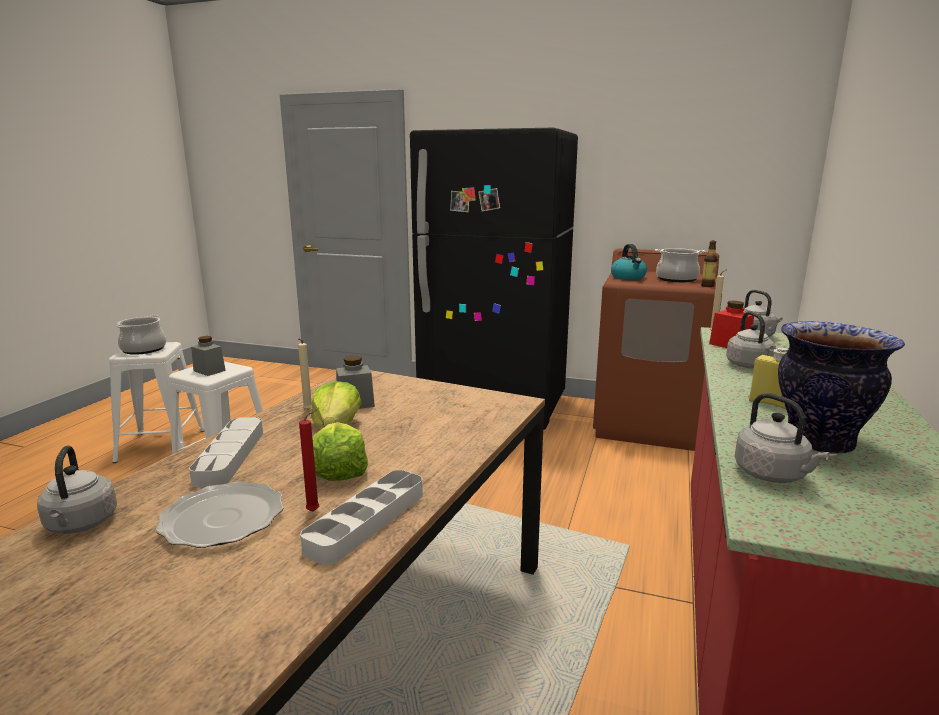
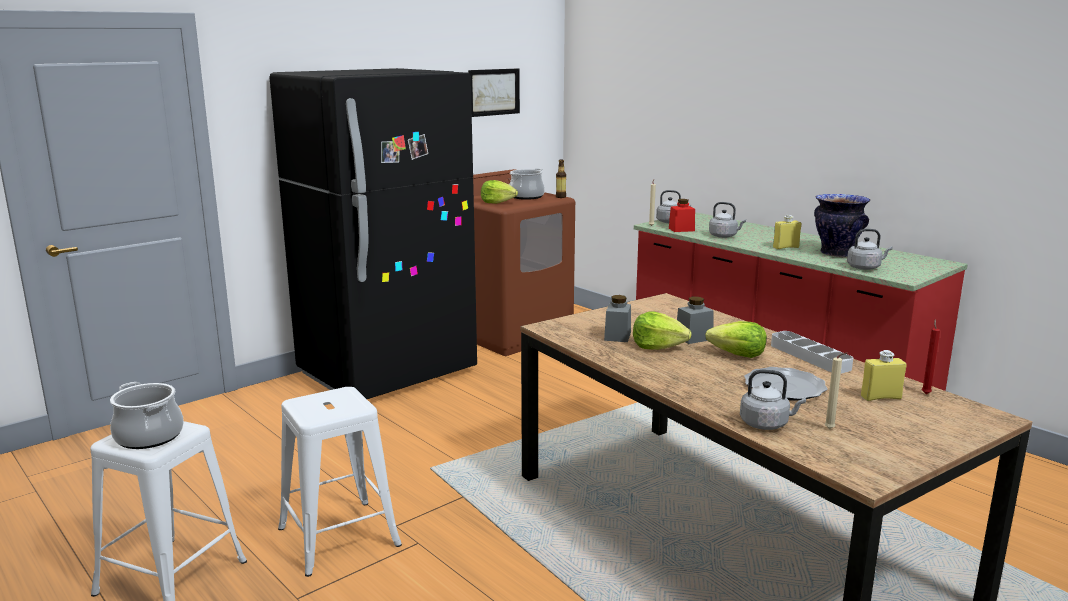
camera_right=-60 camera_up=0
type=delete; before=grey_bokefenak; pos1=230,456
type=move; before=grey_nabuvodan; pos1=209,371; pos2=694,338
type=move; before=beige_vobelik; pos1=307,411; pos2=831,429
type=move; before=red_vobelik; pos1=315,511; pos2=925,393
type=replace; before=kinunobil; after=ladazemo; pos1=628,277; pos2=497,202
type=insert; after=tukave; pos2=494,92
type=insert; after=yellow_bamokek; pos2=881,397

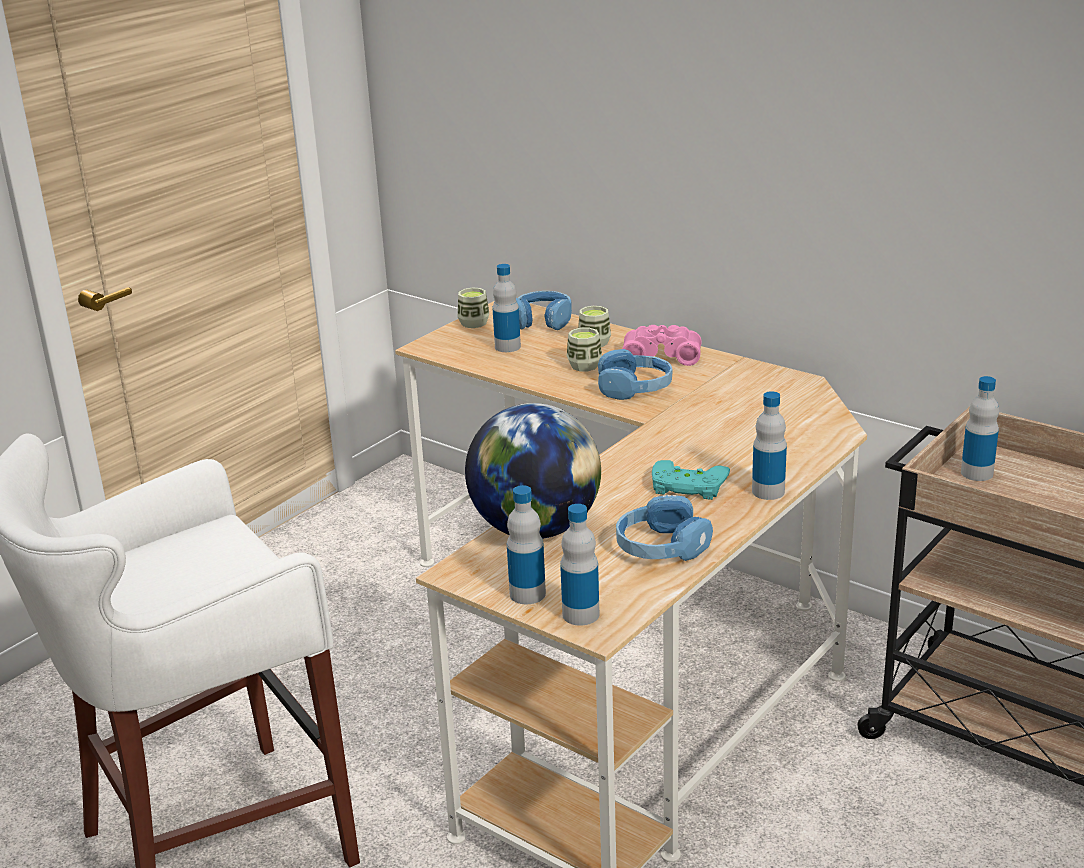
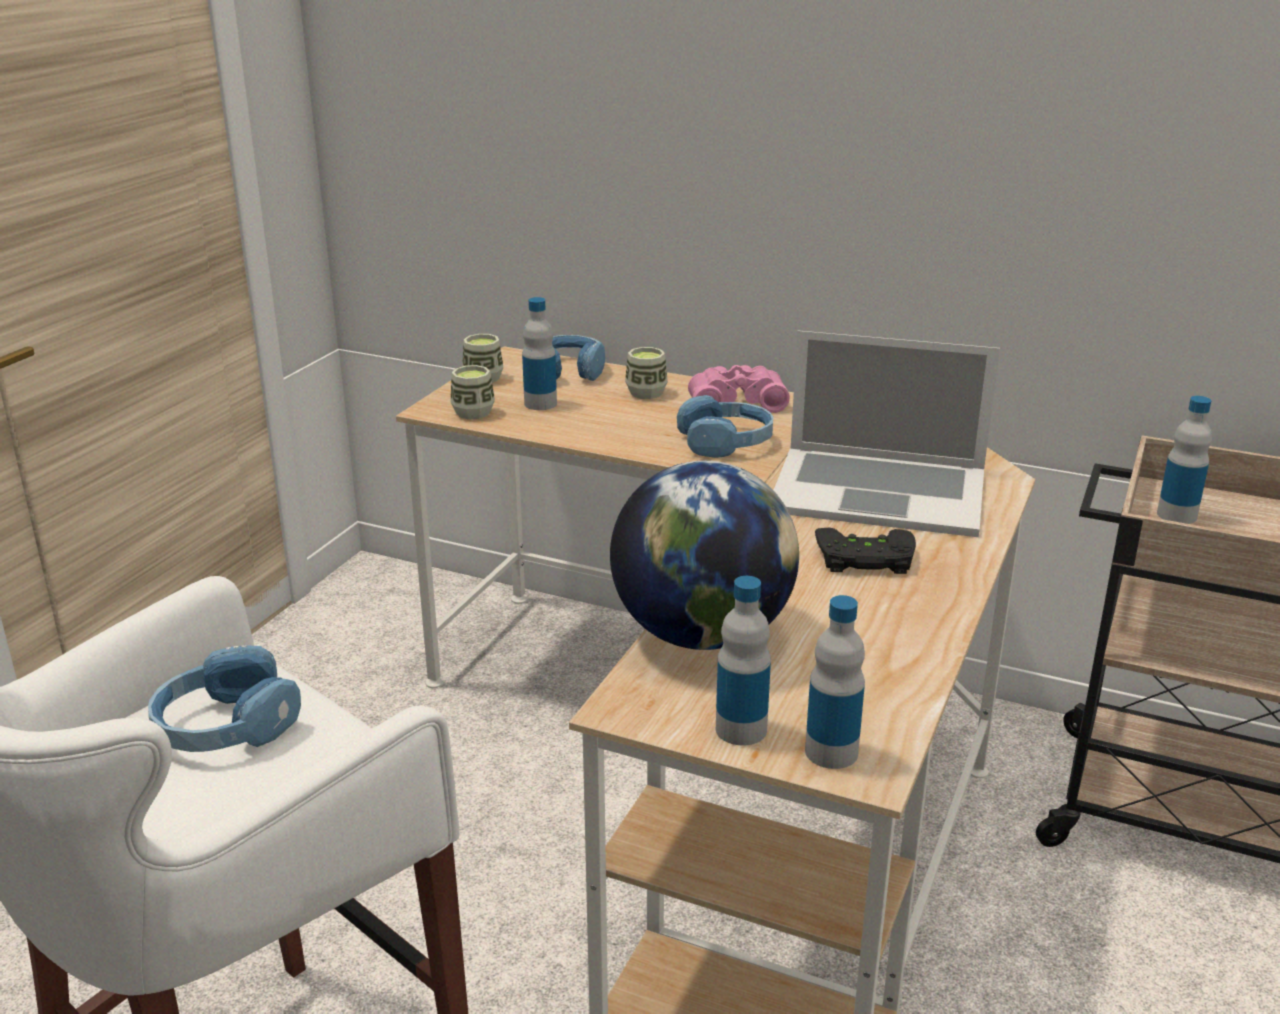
camera_right=-15 camera_up=0
type=move; before=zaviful; pos1=584,366; pos2=473,413
type=move; before=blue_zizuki; pos1=661,547; pos2=226,727
type=recolor; before=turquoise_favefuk; after=black_favefuk; pos1=687,486; pos2=864,559
type=delete; before=bamokek; pos1=768,491
type=insert; after=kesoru; pos2=879,491

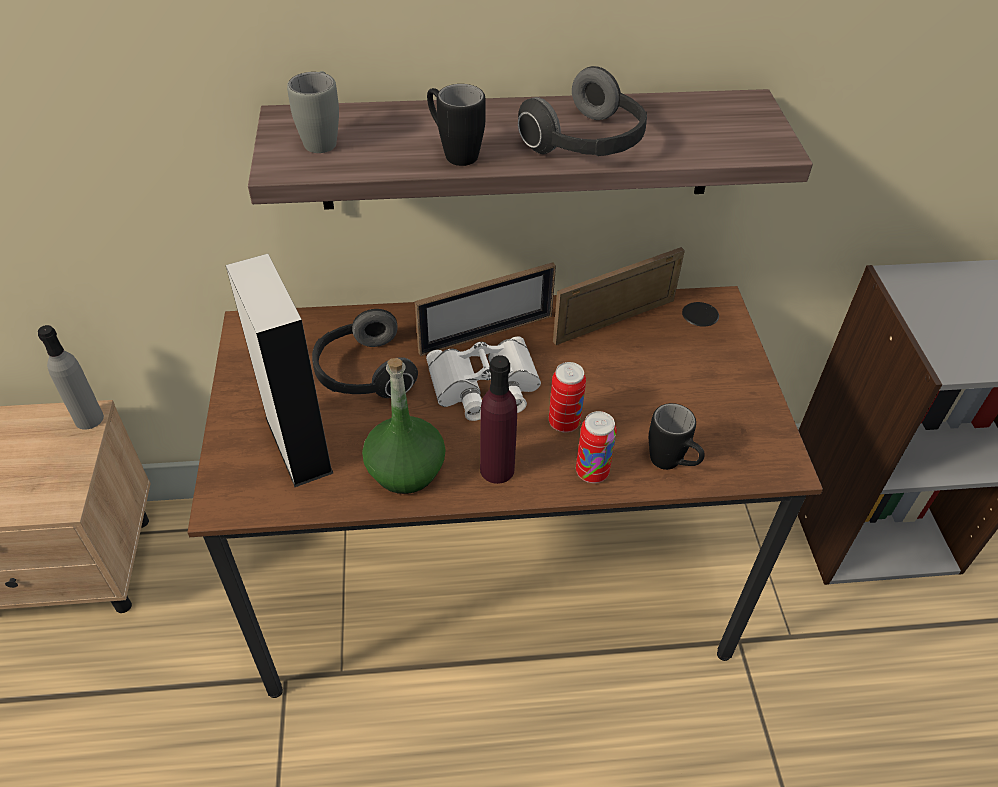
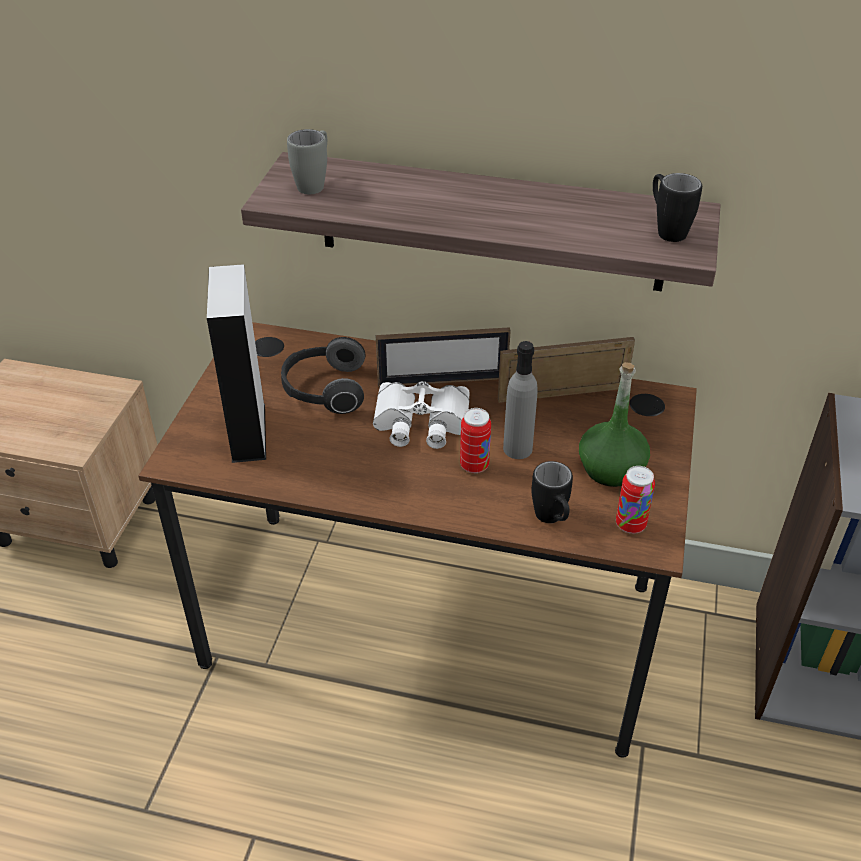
camera_right=20 camera_up=-5
type=move; before=grey_bamokek; pos1=89,419; pos2=517,448
type=move; before=green_bamokek; pos1=405,469; pos2=611,468
type=move; before=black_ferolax; pos1=453,152; pos2=666,229
type=delete; before=purple_bamokek; pos1=497,469
type=delete; before=zizuki; pos1=587,144
type=move; before=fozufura; pos1=592,472; pos2=630,525

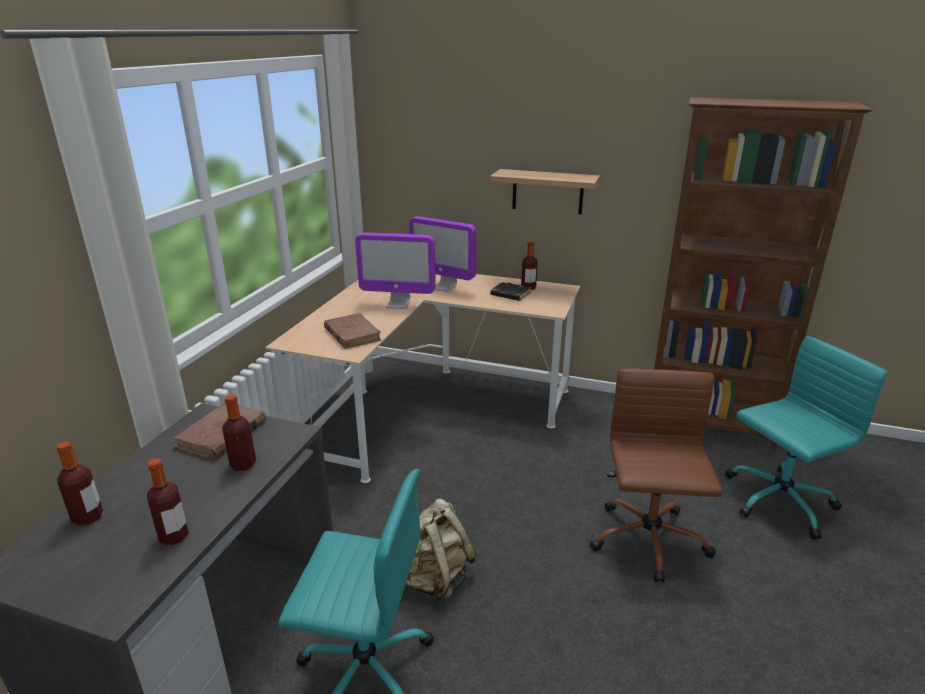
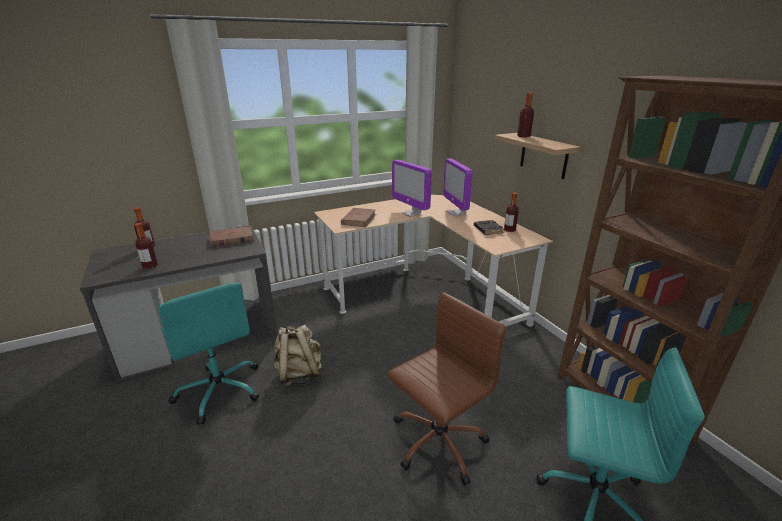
camera_right=45 camera_up=0
type=move; before=bamokek; pos1=243,464; pos2=523,136

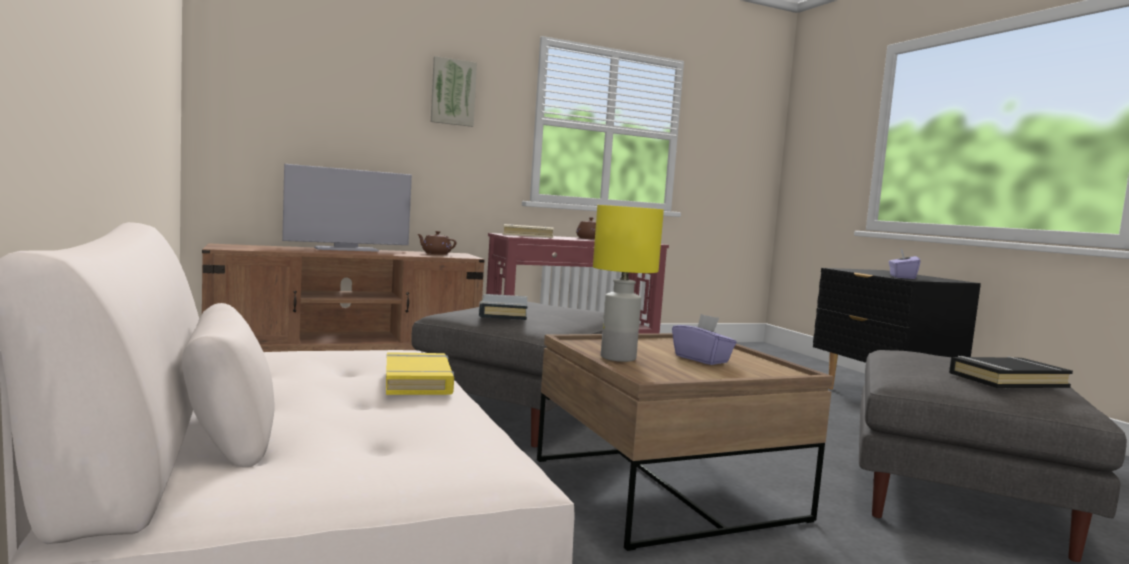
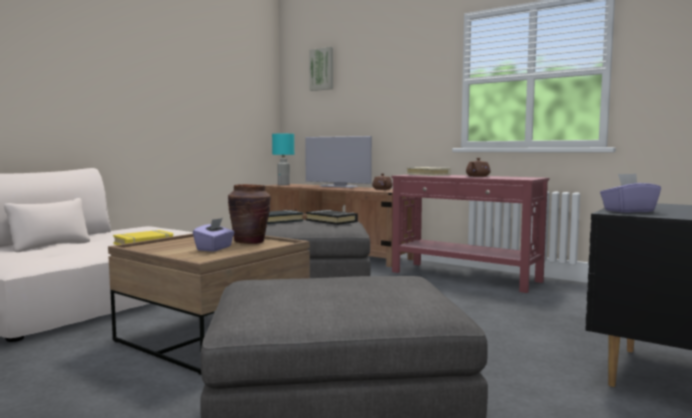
camera_right=60 camera_up=0
type=move; before=tukave; pos1=453,92; pos2=322,69
type=delete; before=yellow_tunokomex; pos1=617,358
type=move; before=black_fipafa; pos1=1007,380; pos2=332,221
type=insert; after=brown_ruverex; pos2=250,241
type=insert; after=turquoise_tunokomex; pos2=283,184

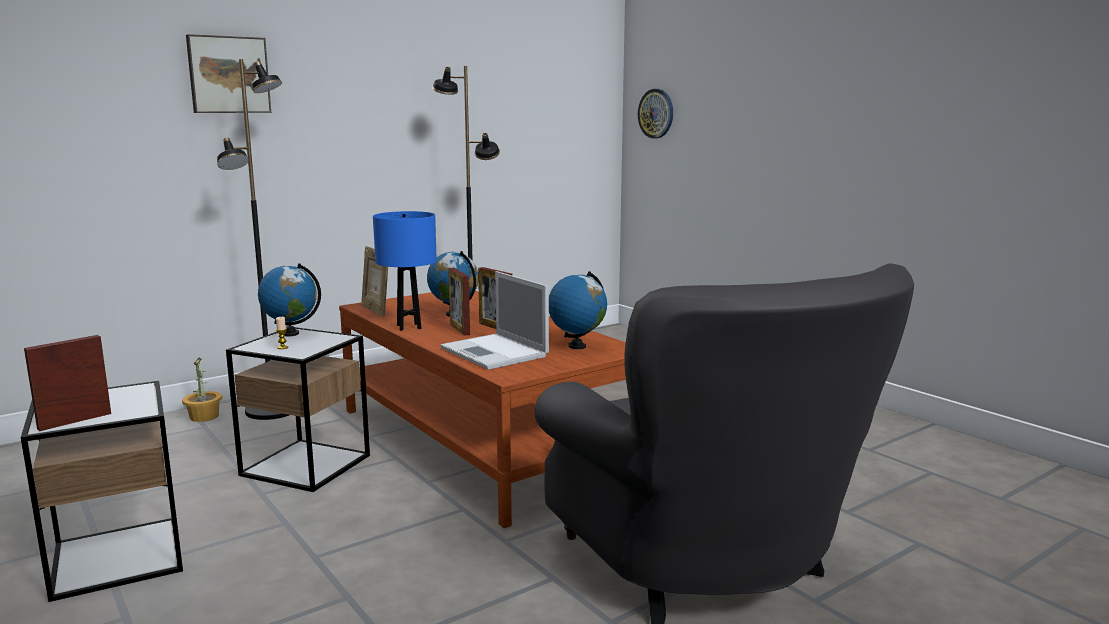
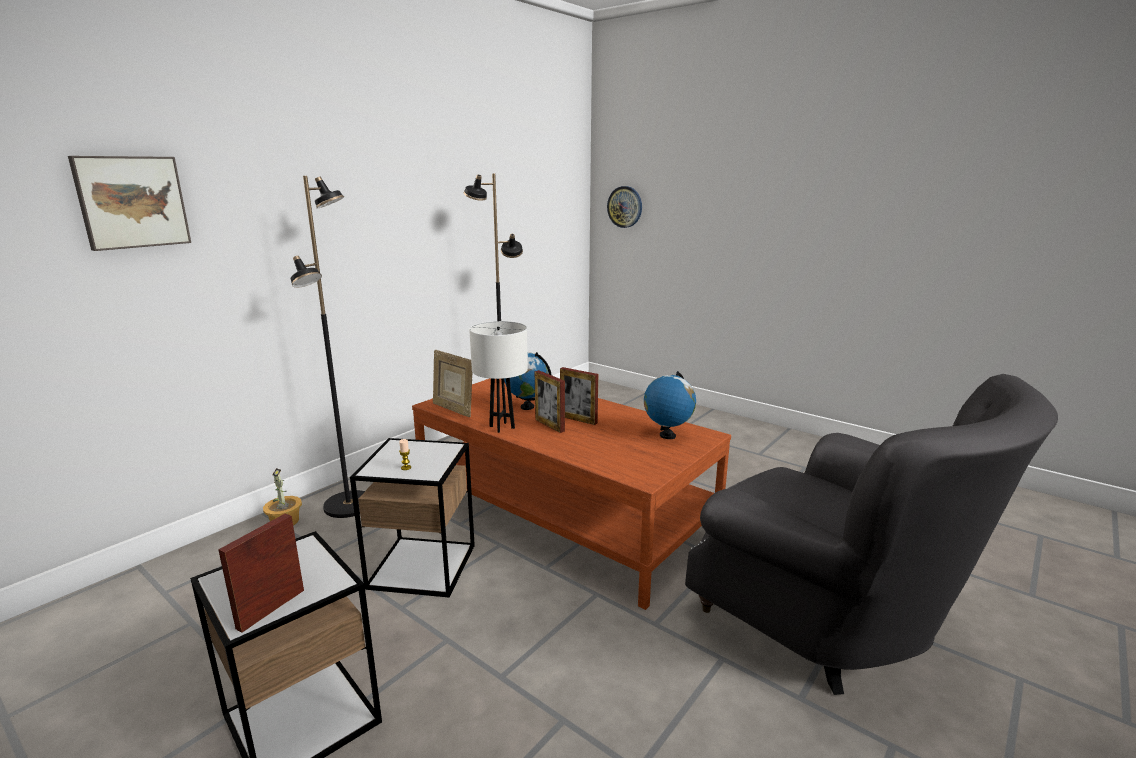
camera_right=-15 camera_up=5
type=move; before=tukave; pos1=228,75; pos2=131,202
type=delete; before=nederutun; pos1=290,333
type=recolor; before=blue_tunokomex; after=white_tunokomex; pos1=409,327; pos2=502,427
type=delete; before=kesoru; pos1=495,352

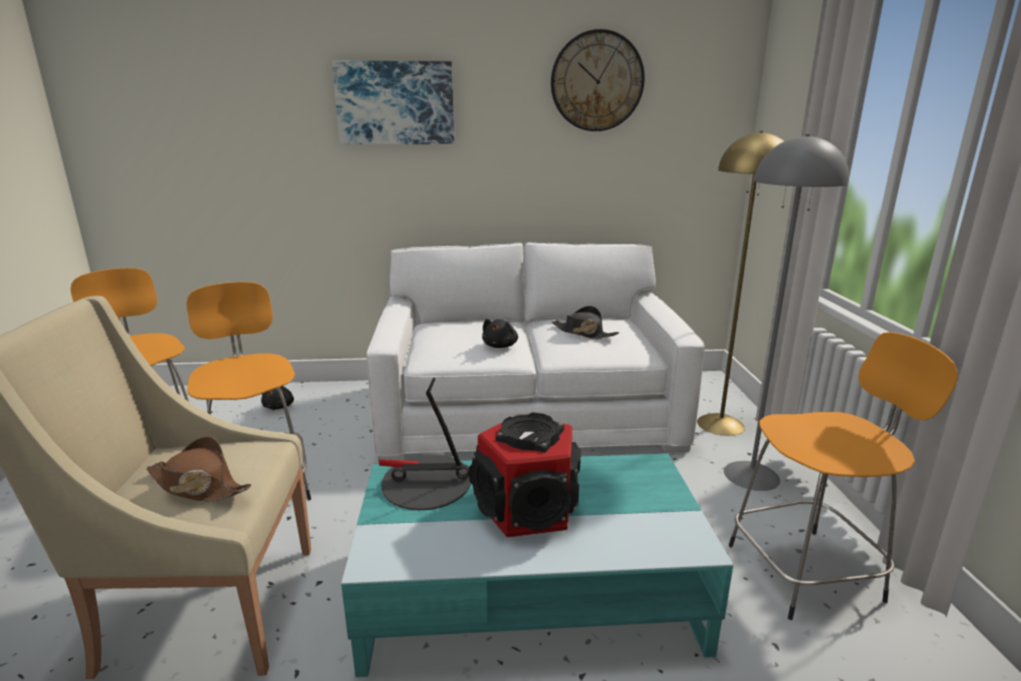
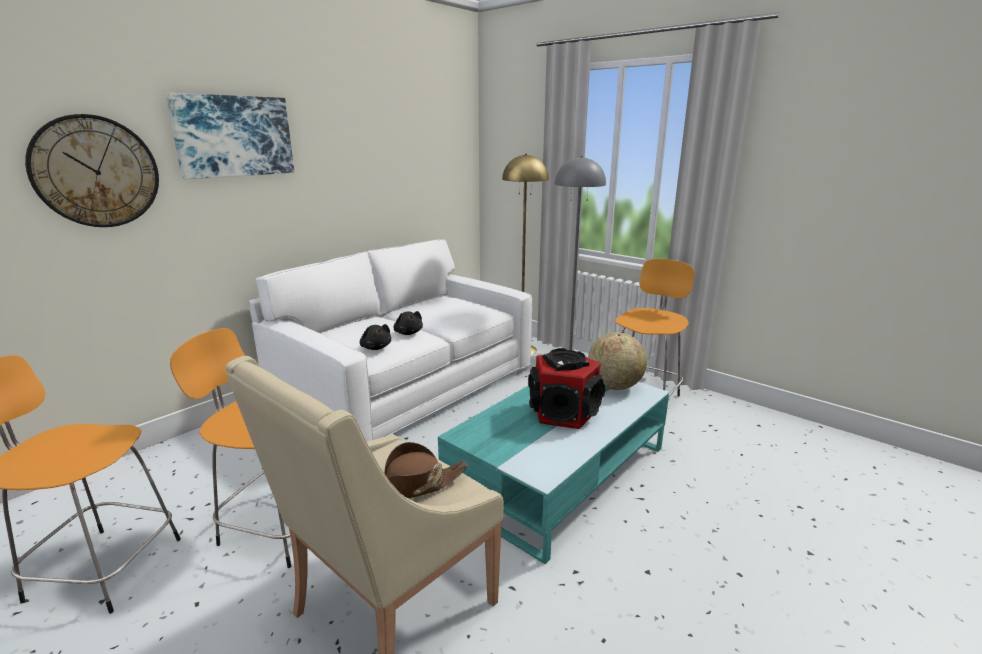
camera_right=-45 camera_up=0
type=move; before=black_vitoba; pos1=280,406; pos2=376,347
type=delete; before=tunokomex; pos1=426,485
type=move; before=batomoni; pos1=597,81; pos2=96,172
type=delete; before=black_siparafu; pos1=583,333
type=insert; after=nederutun; pos2=614,386

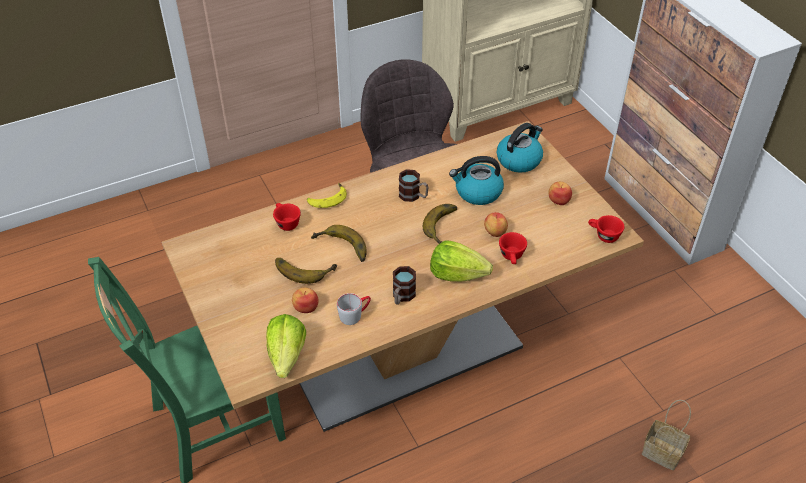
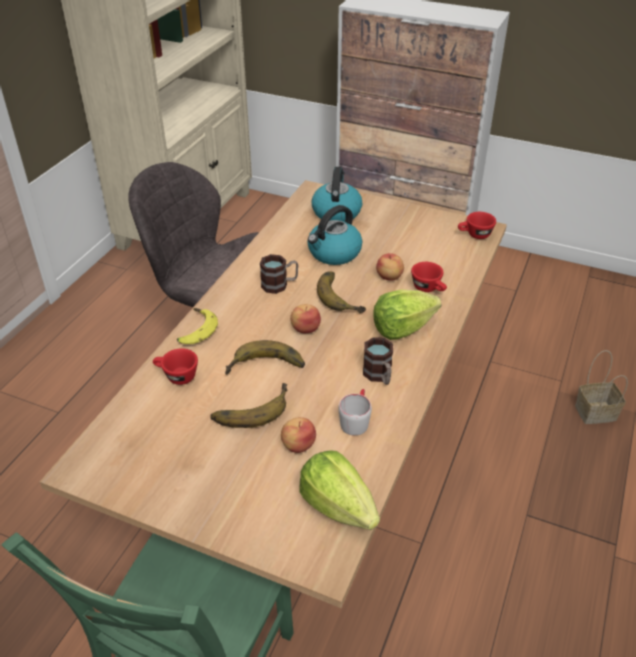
camera_right=-40 camera_up=-5
type=move; before=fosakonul; pos1=559,200; pos2=305,328

